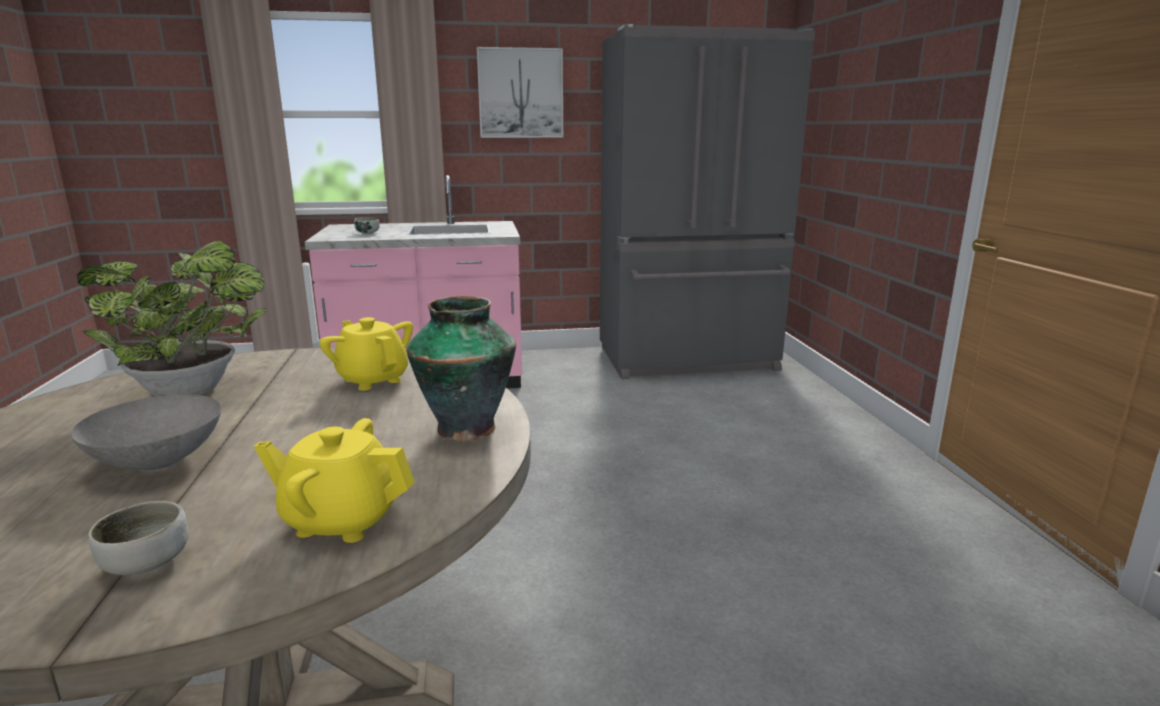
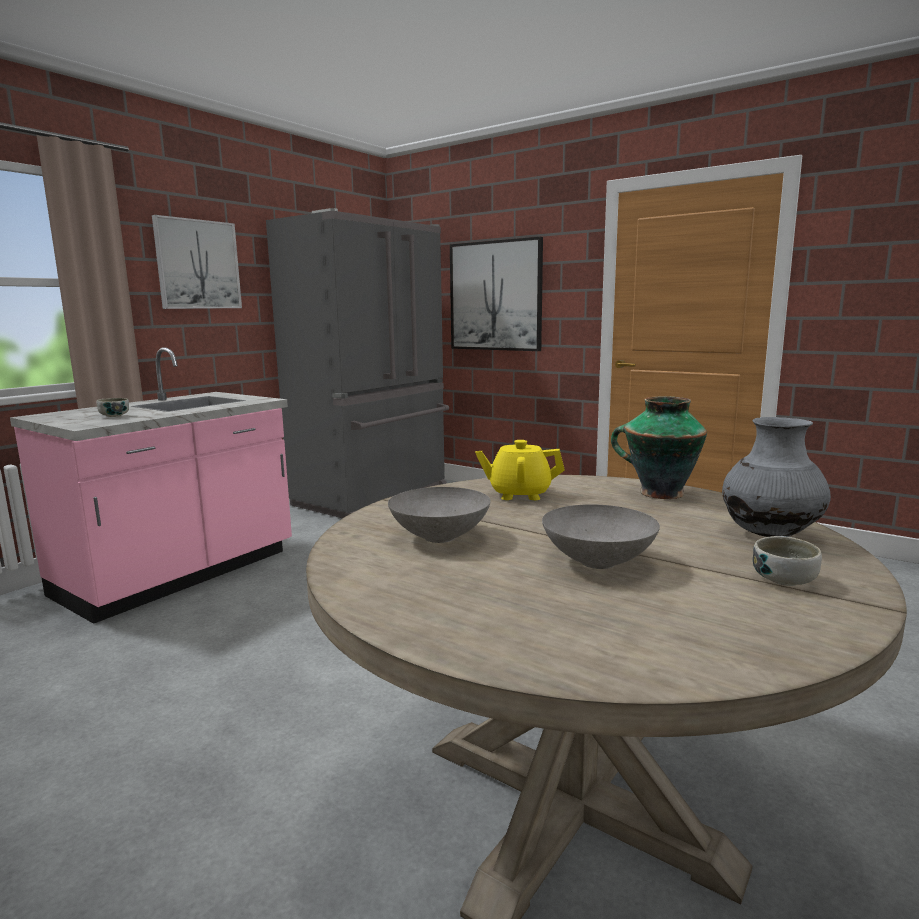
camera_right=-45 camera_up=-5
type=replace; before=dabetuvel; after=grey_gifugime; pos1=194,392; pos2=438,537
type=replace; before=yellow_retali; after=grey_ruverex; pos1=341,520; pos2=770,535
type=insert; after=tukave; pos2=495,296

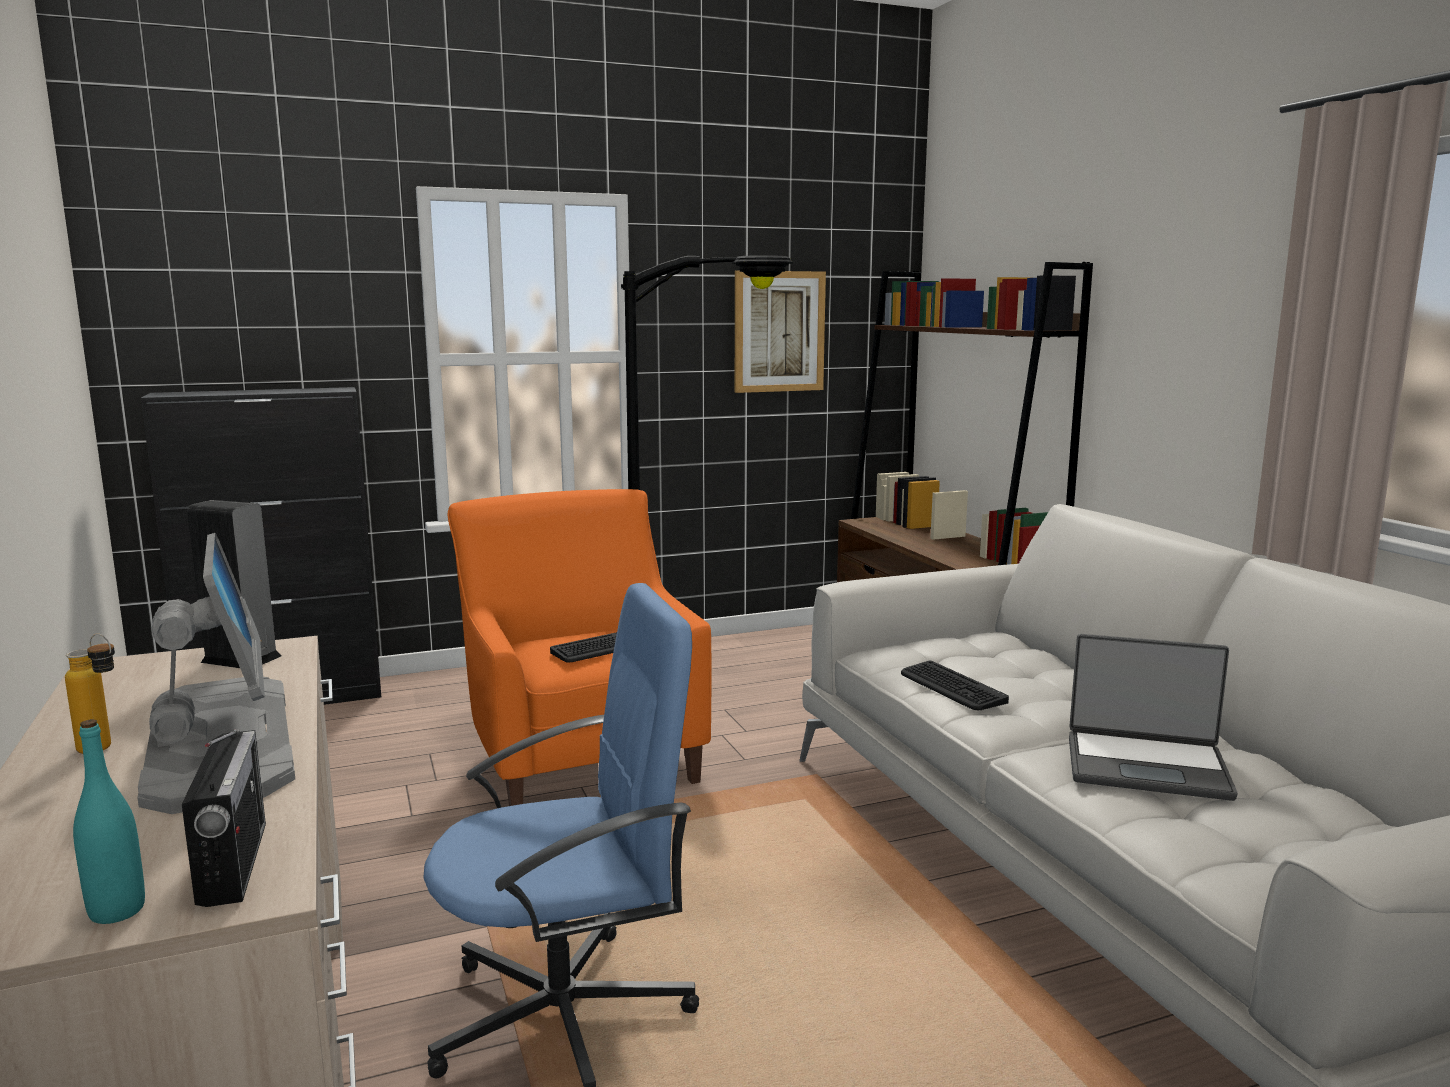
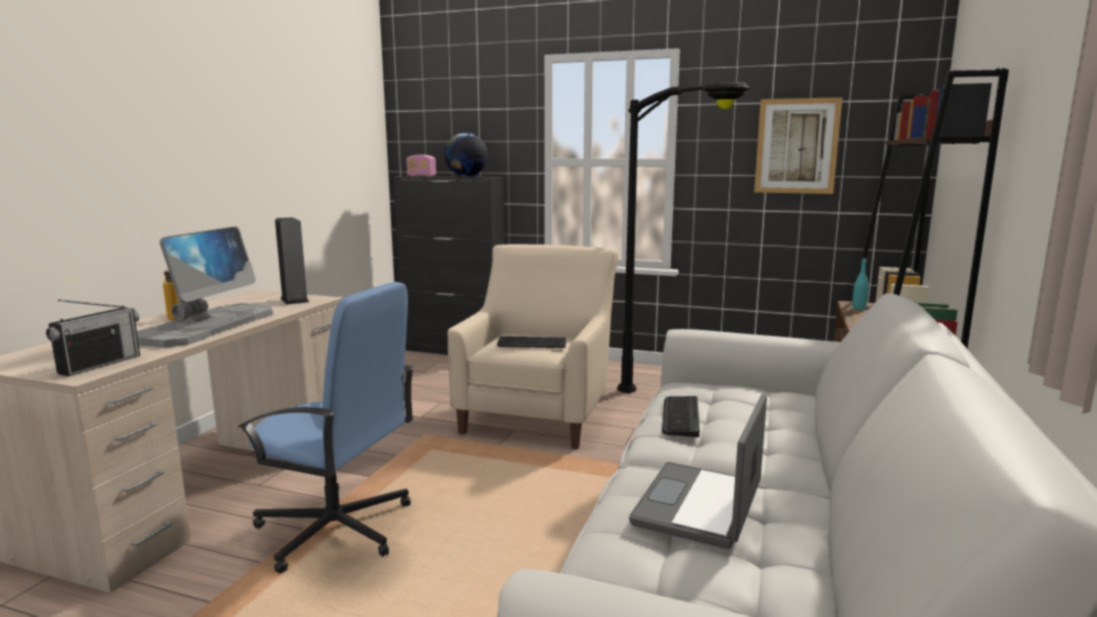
camera_right=40 camera_up=0
type=move; before=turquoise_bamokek; pos1=117,911; pos2=858,308
type=recolor; before=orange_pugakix; after=beige_pugakix; pos1=579,753; pos2=539,413
type=rotate; before=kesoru; pos1=1146,766; pos2=700,506; turn=60
type=insert; after=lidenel; pos2=421,176
type=insert; after=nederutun; pos2=466,176

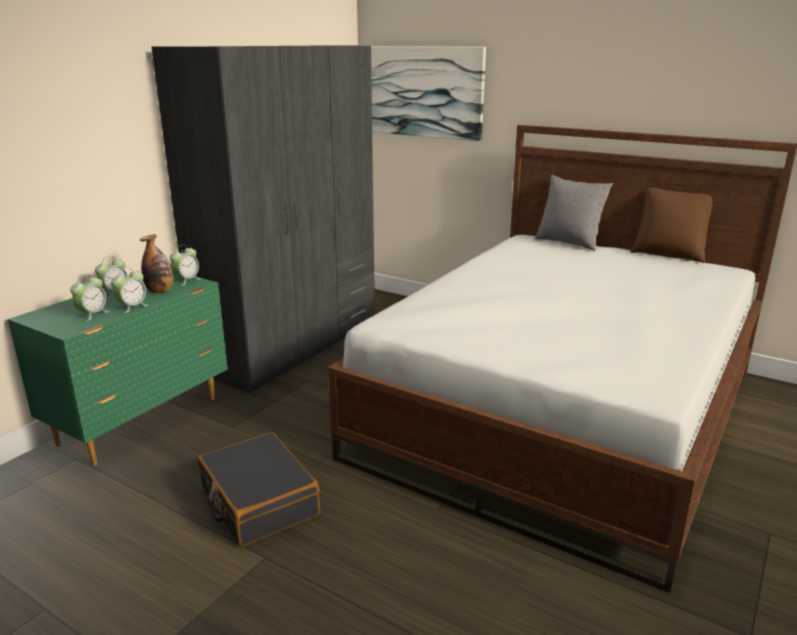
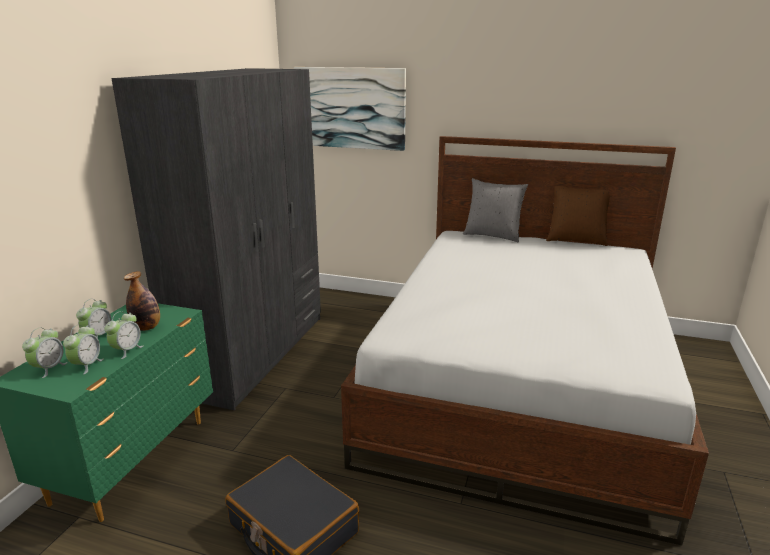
camera_right=-15 camera_up=0
type=move; before=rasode; pos1=187,280; pos2=49,368

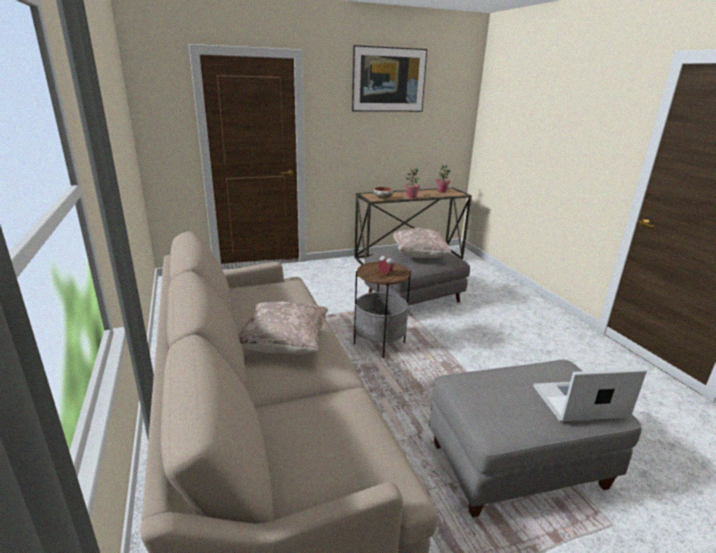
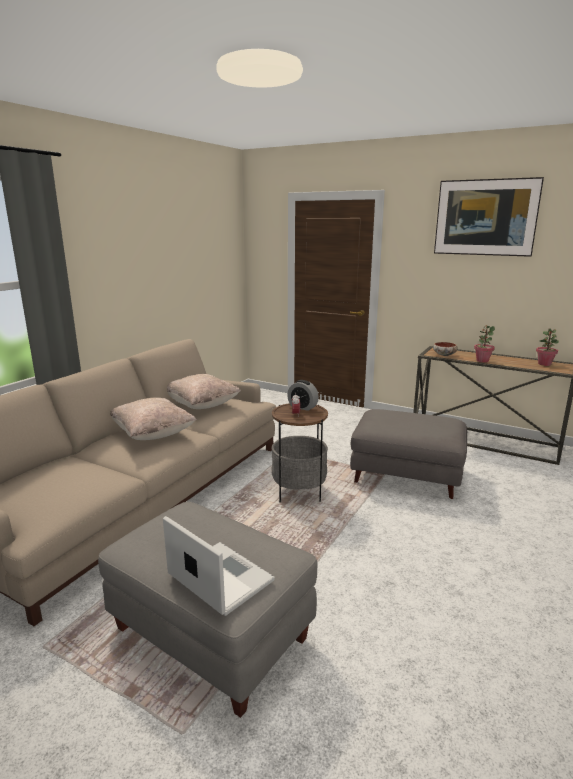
camera_right=50 camera_up=-5
type=move; before=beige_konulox; pos1=419,256; pos2=201,405
type=insert; after=rasode; pos2=302,407

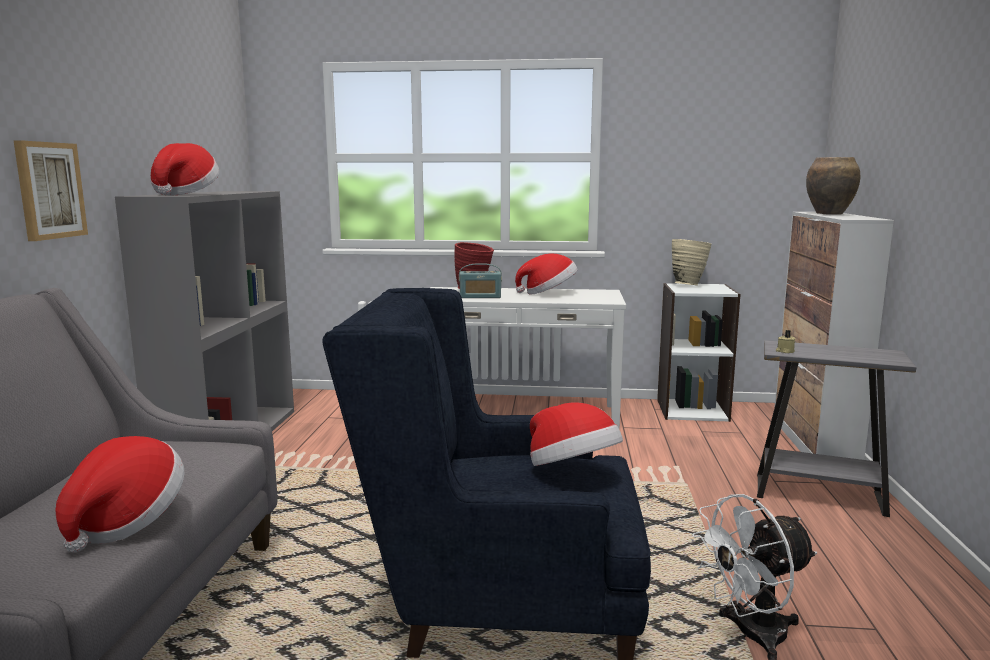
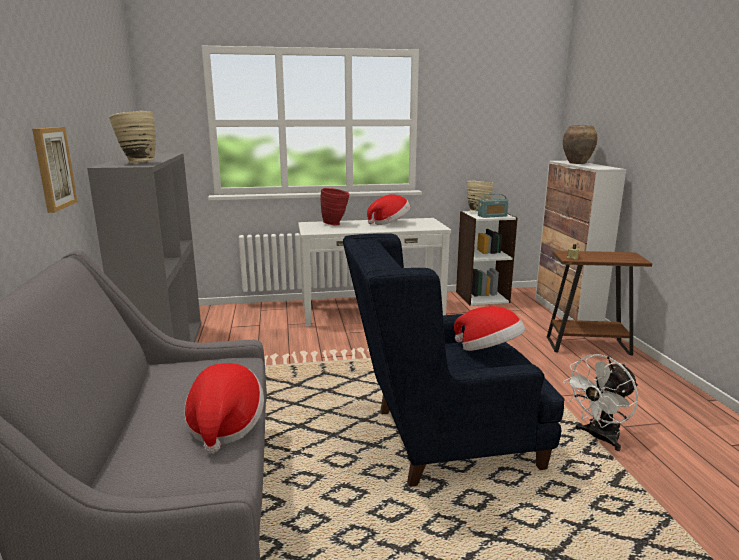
camera_right=-15 camera_up=5
type=replace; before=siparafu; after=beige_ruverex; pos1=185,194; pos2=137,163
type=move; before=lidenel; pos1=480,297; pos2=492,216
type=recolor; before=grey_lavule; after=brown_lavule; pos1=819,494; pos2=588,346

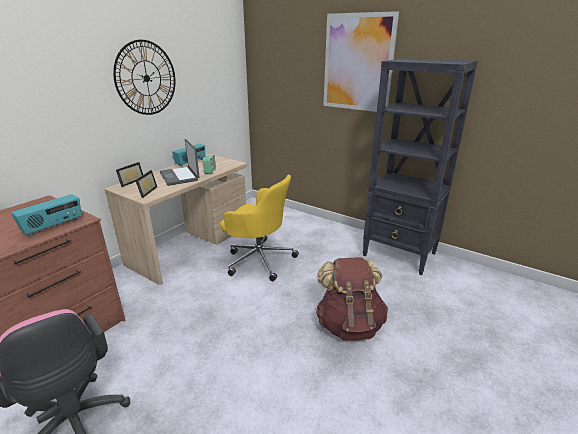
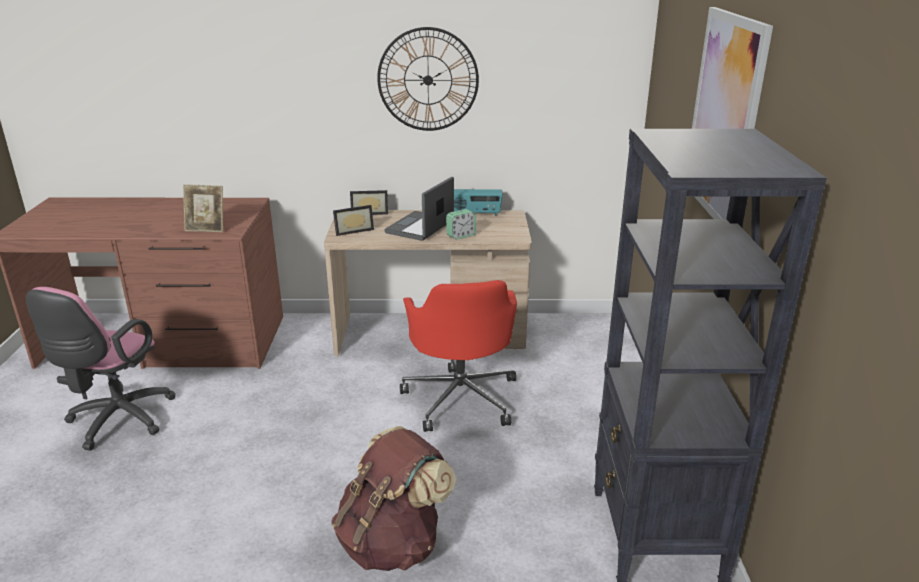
camera_right=55 camera_up=0
type=replace; before=lidenel; after=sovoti; pos1=53,226; pos2=206,229
type=recolor; before=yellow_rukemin; after=red_rukemin; pos1=259,259; pos2=461,397

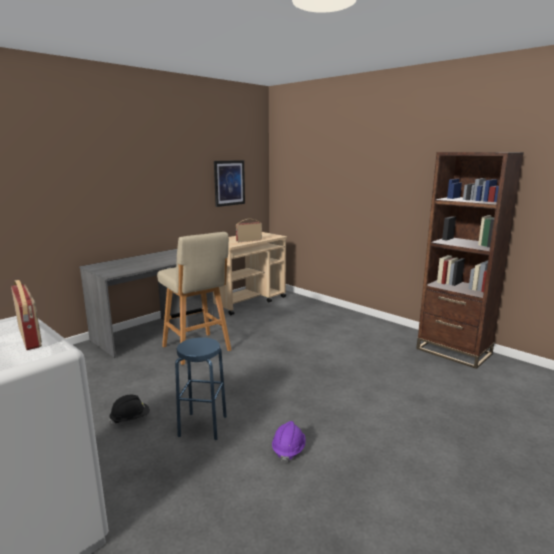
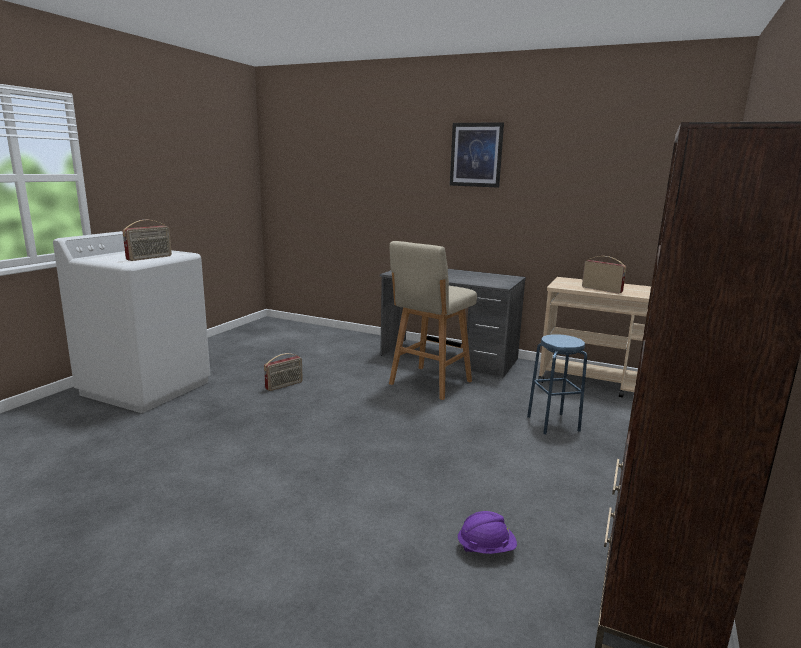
camera_right=70 camera_up=0
type=replace; before=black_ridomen; after=lidenel; pos1=130,419; pos2=284,385
type=move; before=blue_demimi; pos1=203,426; pos2=553,423
type=move; before=tukave; pos1=229,183; pos2=476,155
type=move; before=purple_ridomen; pos1=288,450; pos2=486,548

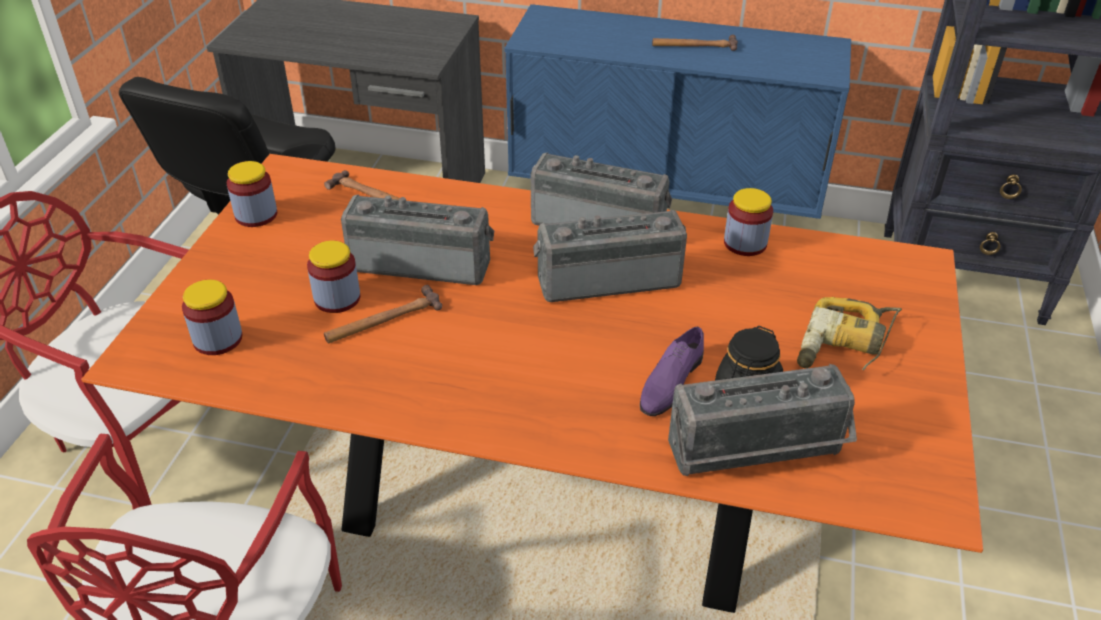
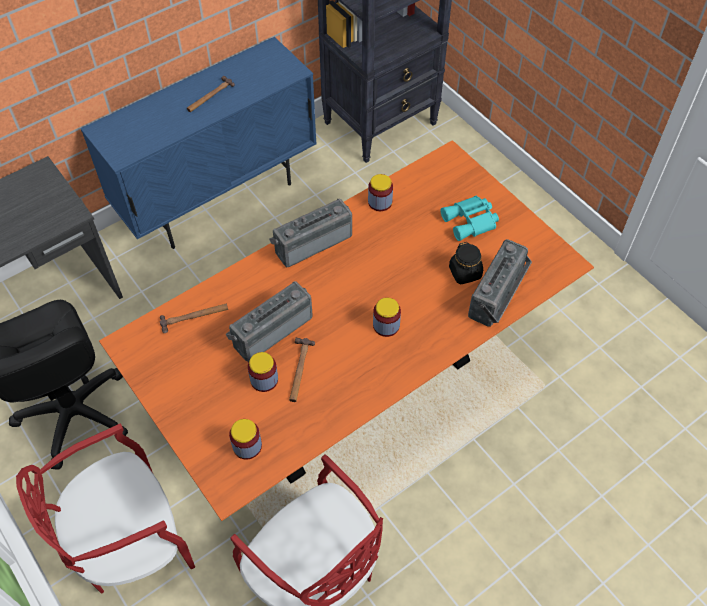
camera_right=-50 camera_up=15
type=move; before=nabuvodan; pos1=256,215; pos2=386,325
type=delete; before=lidenel; pos1=607,278
type=delete; before=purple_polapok; pos1=670,381
type=replace; before=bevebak; after=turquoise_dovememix; pos1=844,346; pos2=471,222

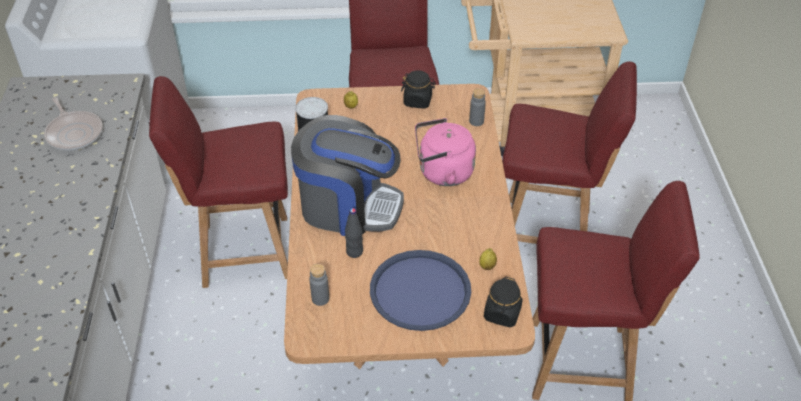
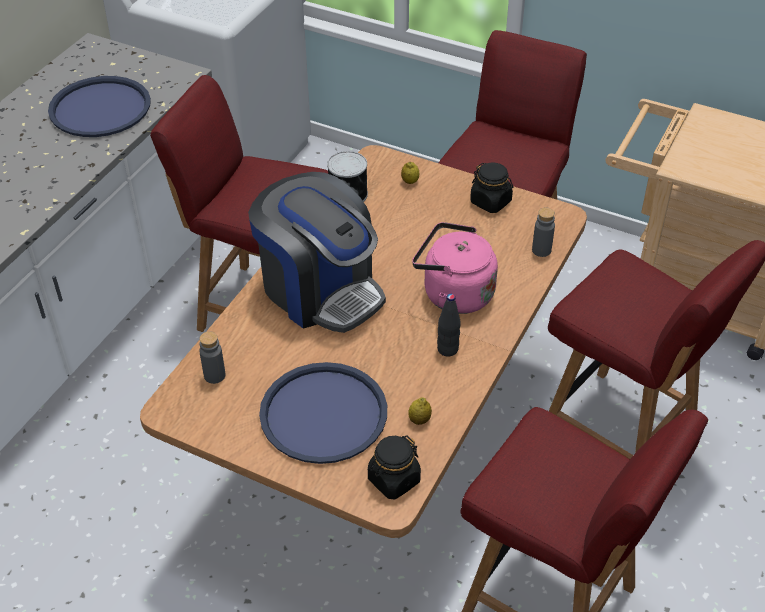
camera_right=30 camera_up=0
type=replace; before=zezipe; after=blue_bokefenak; pos1=74,133; pos2=100,108
type=move; before=black_bamokek; pos1=354,252; pos2=447,349

